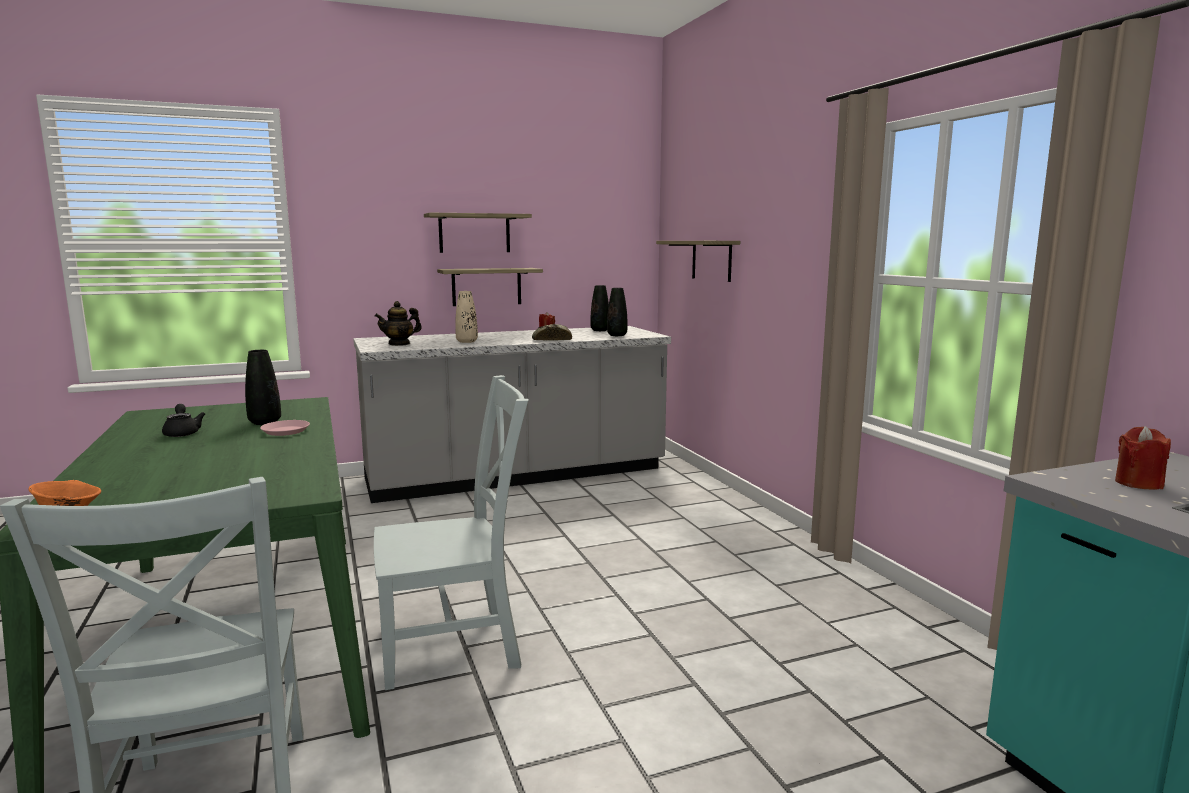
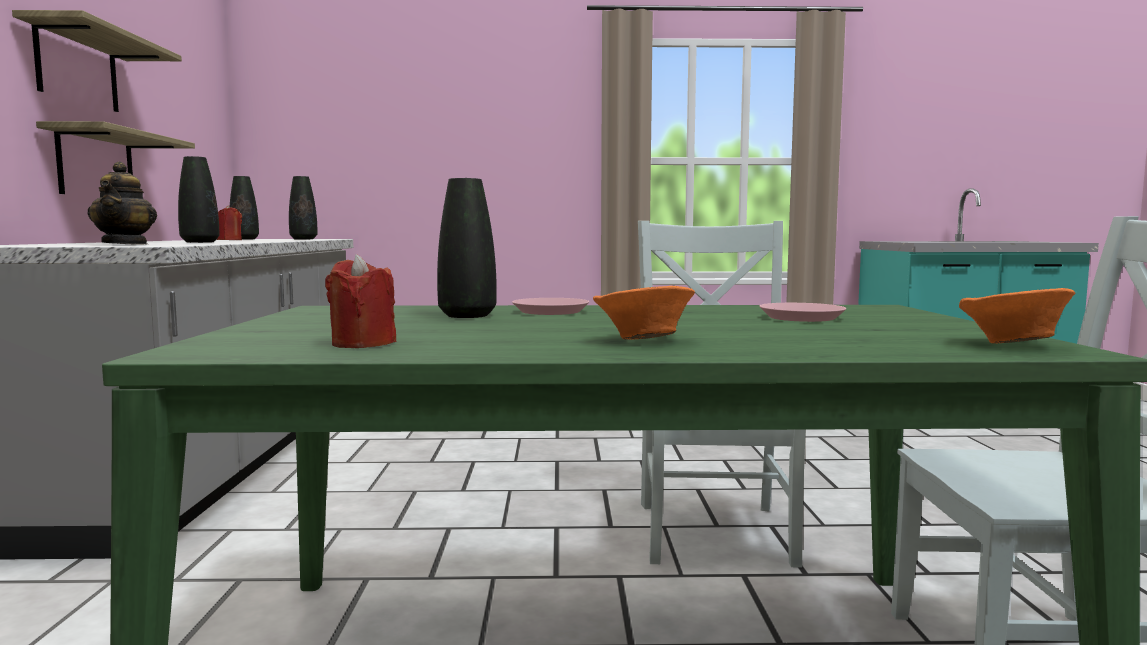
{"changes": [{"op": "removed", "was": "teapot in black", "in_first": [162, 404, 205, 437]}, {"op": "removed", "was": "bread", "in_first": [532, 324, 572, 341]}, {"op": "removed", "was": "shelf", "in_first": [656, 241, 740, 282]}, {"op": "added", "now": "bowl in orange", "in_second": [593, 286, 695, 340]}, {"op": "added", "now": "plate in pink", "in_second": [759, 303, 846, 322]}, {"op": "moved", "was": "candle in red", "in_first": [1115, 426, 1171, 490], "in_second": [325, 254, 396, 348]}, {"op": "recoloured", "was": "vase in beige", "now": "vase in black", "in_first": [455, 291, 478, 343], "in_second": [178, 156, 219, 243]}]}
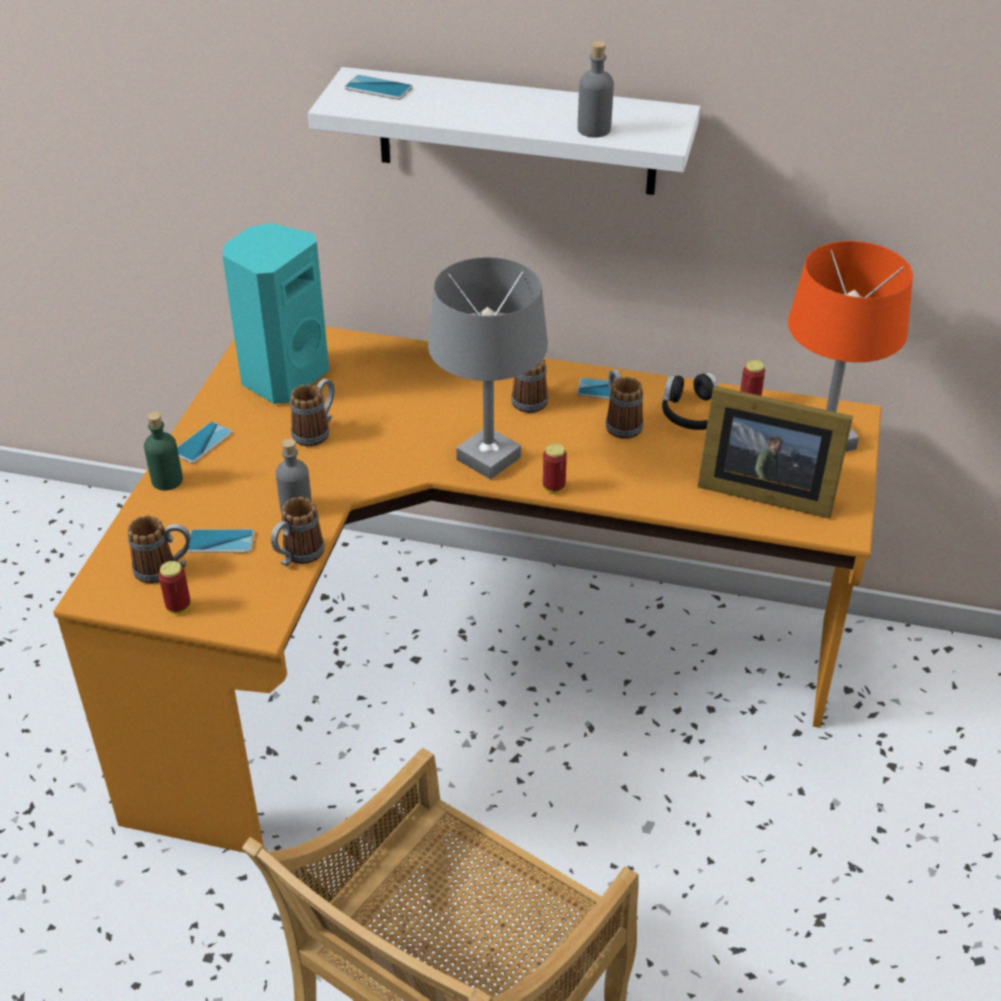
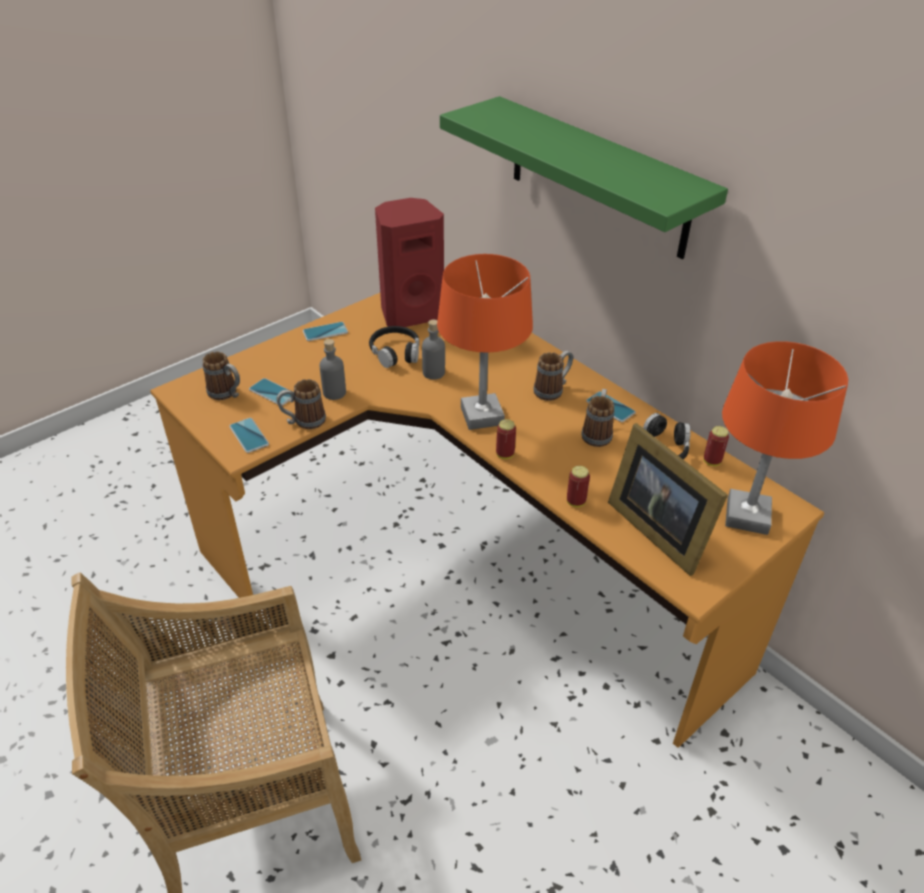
{"changes": [{"op": "removed", "was": "bottle in green", "in_first": [144, 411, 183, 491]}, {"op": "moved", "was": "can", "in_first": [158, 561, 191, 614], "in_second": [567, 466, 590, 507]}, {"op": "moved", "was": "phone", "in_first": [344, 75, 413, 100], "in_second": [229, 418, 269, 453]}, {"op": "moved", "was": "bottle in grey", "in_first": [578, 41, 614, 138], "in_second": [422, 319, 445, 380]}, {"op": "replaced", "was": "mug", "now": "headphones in black", "in_first": [290, 378, 334, 447], "in_second": [369, 326, 419, 368]}, {"op": "recoloured", "was": "speaker in turquoise", "now": "speaker in red", "in_first": [222, 223, 329, 404], "in_second": [375, 198, 444, 327]}, {"op": "recoloured", "was": "shelf in white", "now": "shelf in green", "in_first": [308, 67, 700, 195], "in_second": [440, 96, 728, 259]}, {"op": "recoloured", "was": "table lamp in grey", "now": "table lamp in orange", "in_first": [428, 257, 548, 480], "in_second": [437, 254, 533, 430]}]}
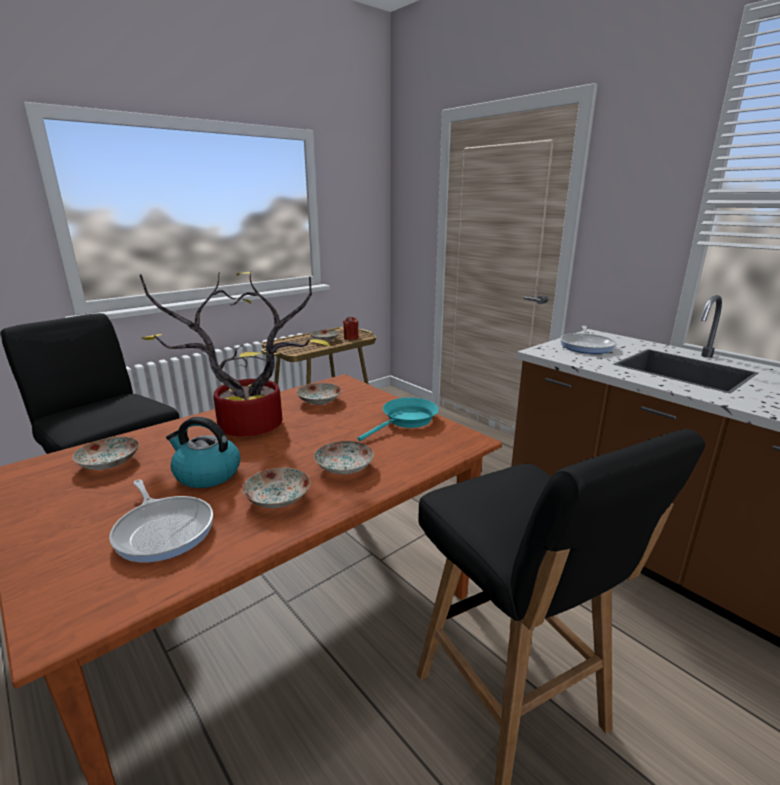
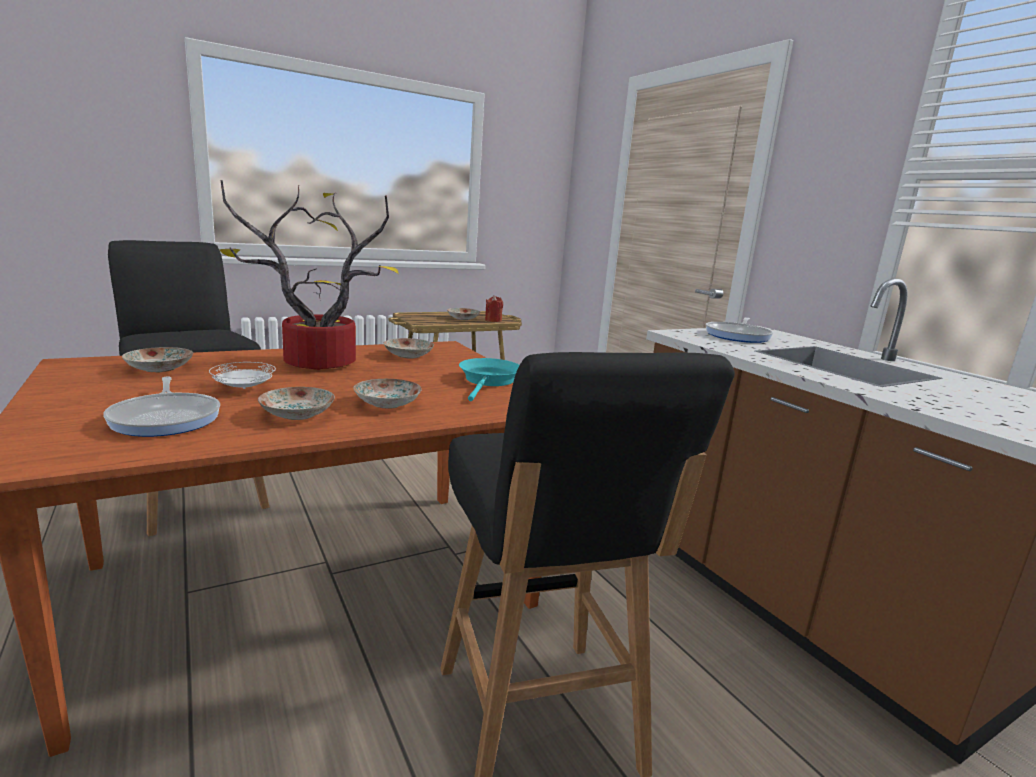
{"changes": [{"op": "replaced", "was": "kettle", "now": "plate in white", "in_first": [166, 417, 240, 488], "in_second": [209, 362, 276, 389]}, {"op": "turned", "was": "frying pan in turquoise", "in_first": [358, 397, 439, 441], "in_second": [459, 358, 519, 401], "clockwise": -45}]}
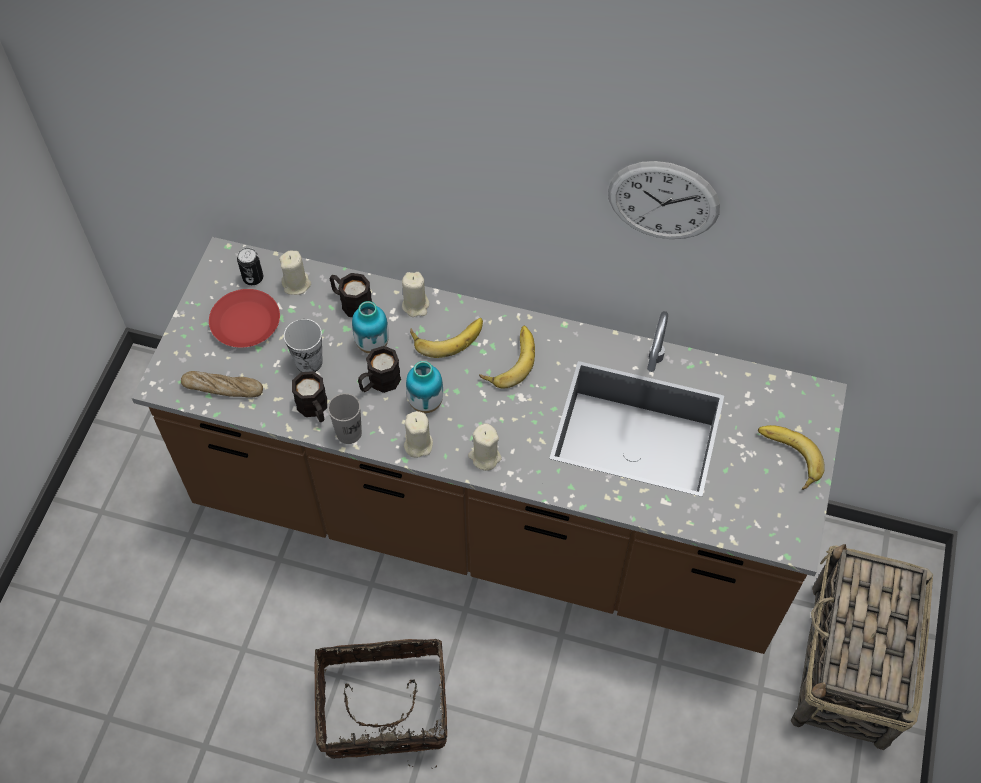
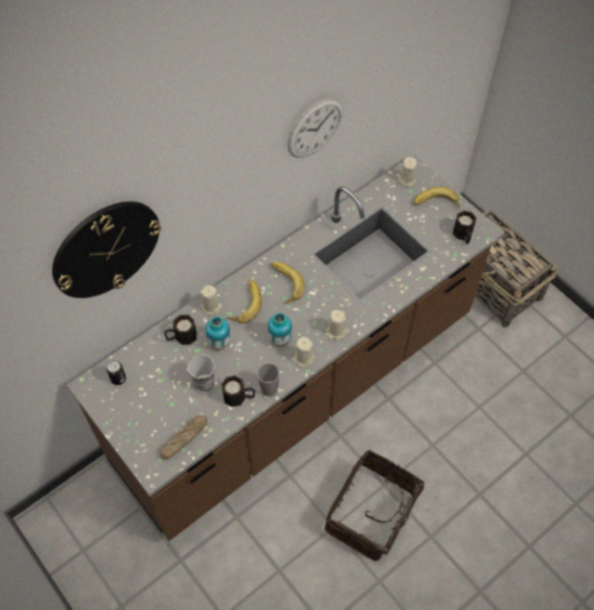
{"changes": [{"op": "removed", "was": "plate in red", "in_first": [209, 289, 280, 348]}, {"op": "added", "now": "wall clock", "in_second": [52, 201, 161, 298]}, {"op": "moved", "was": "candle in beige", "in_first": [279, 250, 311, 295], "in_second": [398, 157, 417, 187]}, {"op": "moved", "was": "mug in black", "in_first": [358, 346, 401, 393], "in_second": [453, 211, 476, 244]}]}
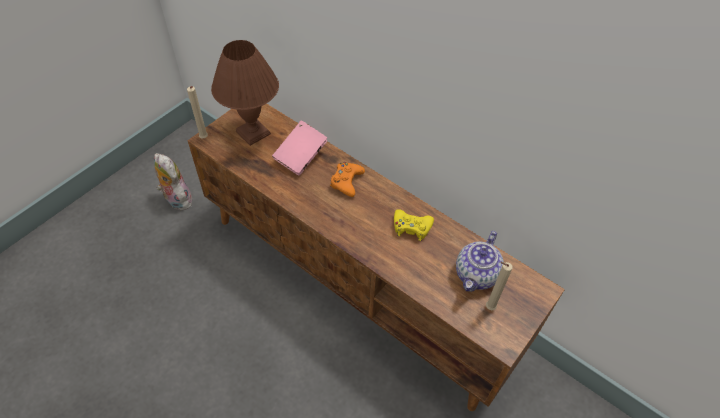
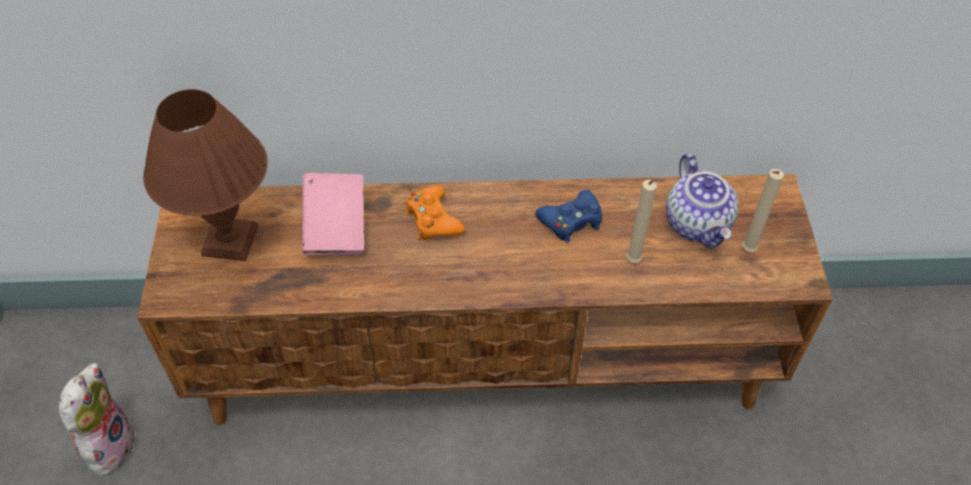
{"changes": [{"op": "moved", "was": "candle in beige", "in_first": [187, 86, 208, 138], "in_second": [626, 178, 666, 263]}, {"op": "recoloured", "was": "game controller in yellow", "now": "game controller in blue", "in_first": [394, 209, 434, 241], "in_second": [535, 190, 602, 243]}, {"op": "turned", "was": "plush toy", "in_first": [154, 153, 194, 211], "in_second": [58, 363, 137, 480], "clockwise": 90}]}
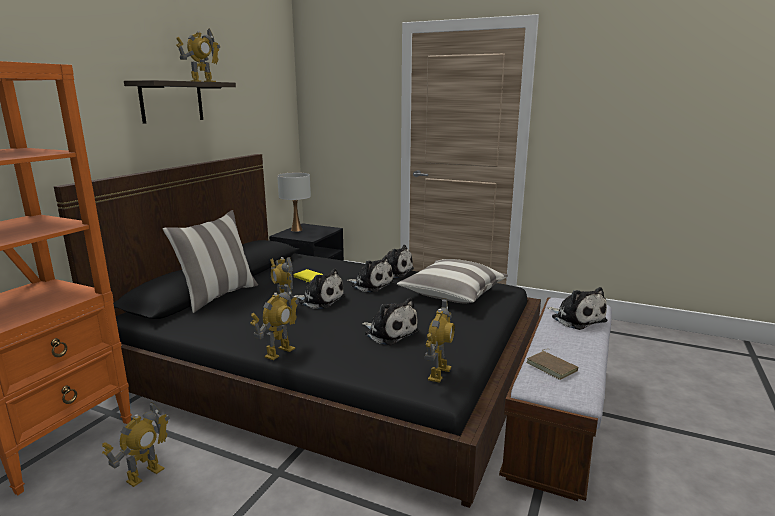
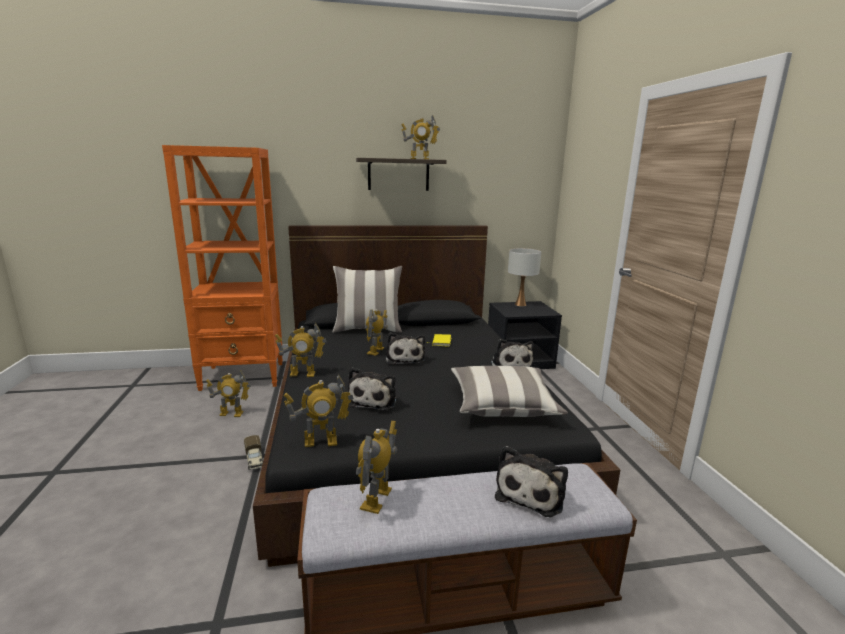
{"changes": [{"op": "removed", "was": "plush toy", "in_first": [347, 256, 394, 293]}, {"op": "added", "now": "toy truck", "in_second": [244, 435, 263, 470]}, {"op": "replaced", "was": "book in brown", "now": "toy robot", "in_first": [526, 349, 579, 380], "in_second": [356, 421, 397, 514]}]}
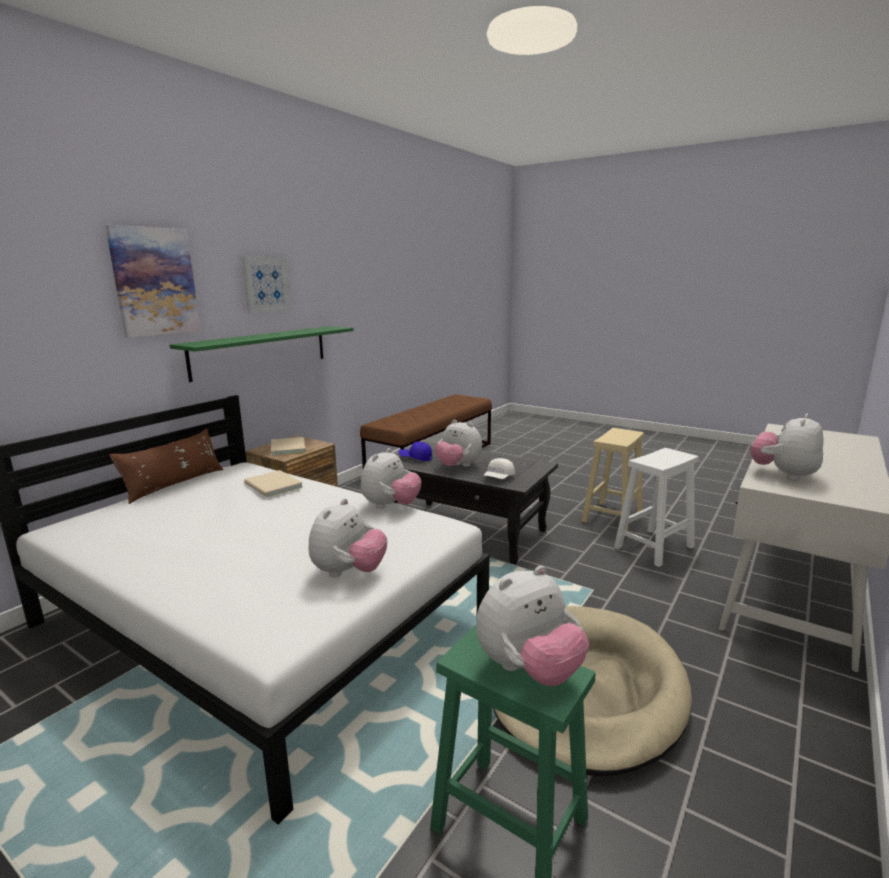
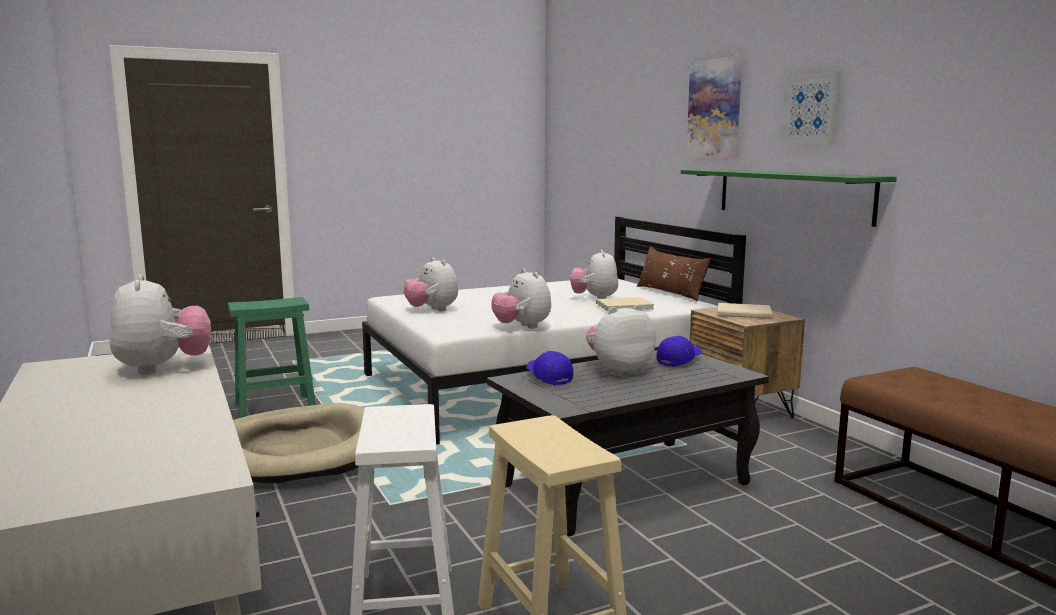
{"changes": [{"op": "moved", "was": "plush toy", "in_first": [476, 566, 589, 686], "in_second": [570, 249, 618, 299]}, {"op": "recoloured", "was": "cap in white", "now": "cap in blue", "in_first": [483, 458, 515, 479], "in_second": [526, 351, 573, 385]}]}
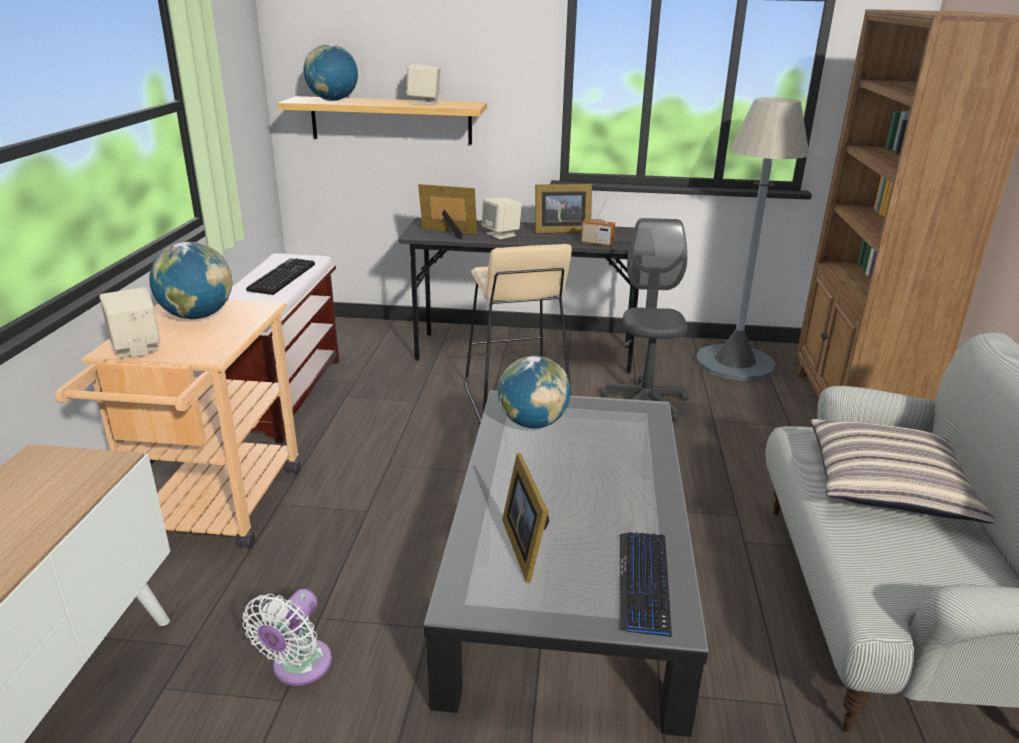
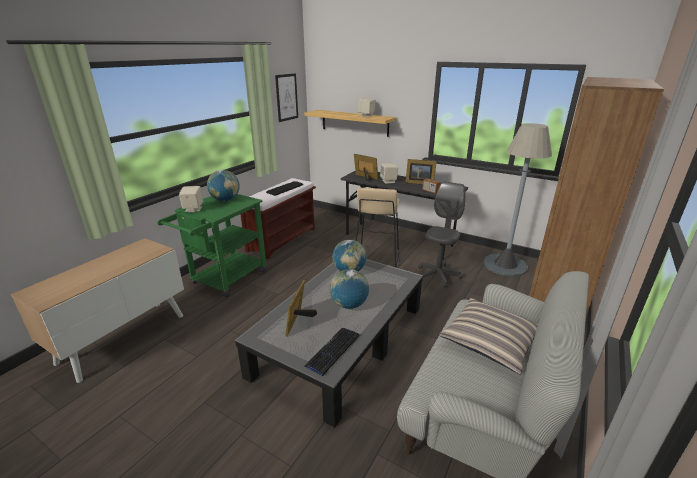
{"changes": [{"op": "removed", "was": "fan in white", "in_first": [243, 589, 332, 686]}, {"op": "added", "now": "picture", "in_second": [275, 73, 298, 122]}, {"op": "moved", "was": "globe", "in_first": [304, 44, 358, 101], "in_second": [330, 269, 369, 309]}, {"op": "recoloured", "was": "cart in beige", "now": "cart in green", "in_first": [55, 300, 301, 548], "in_second": [157, 194, 267, 298]}]}
